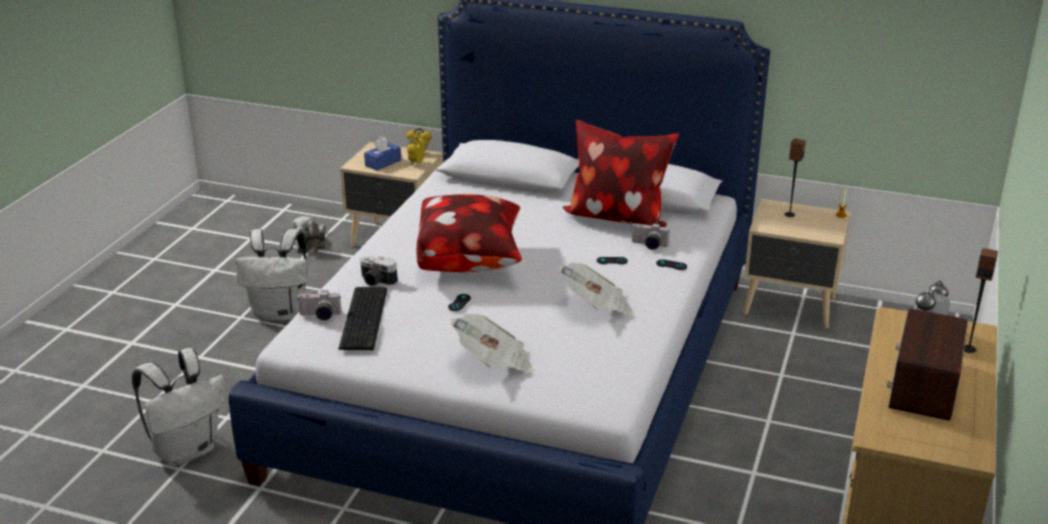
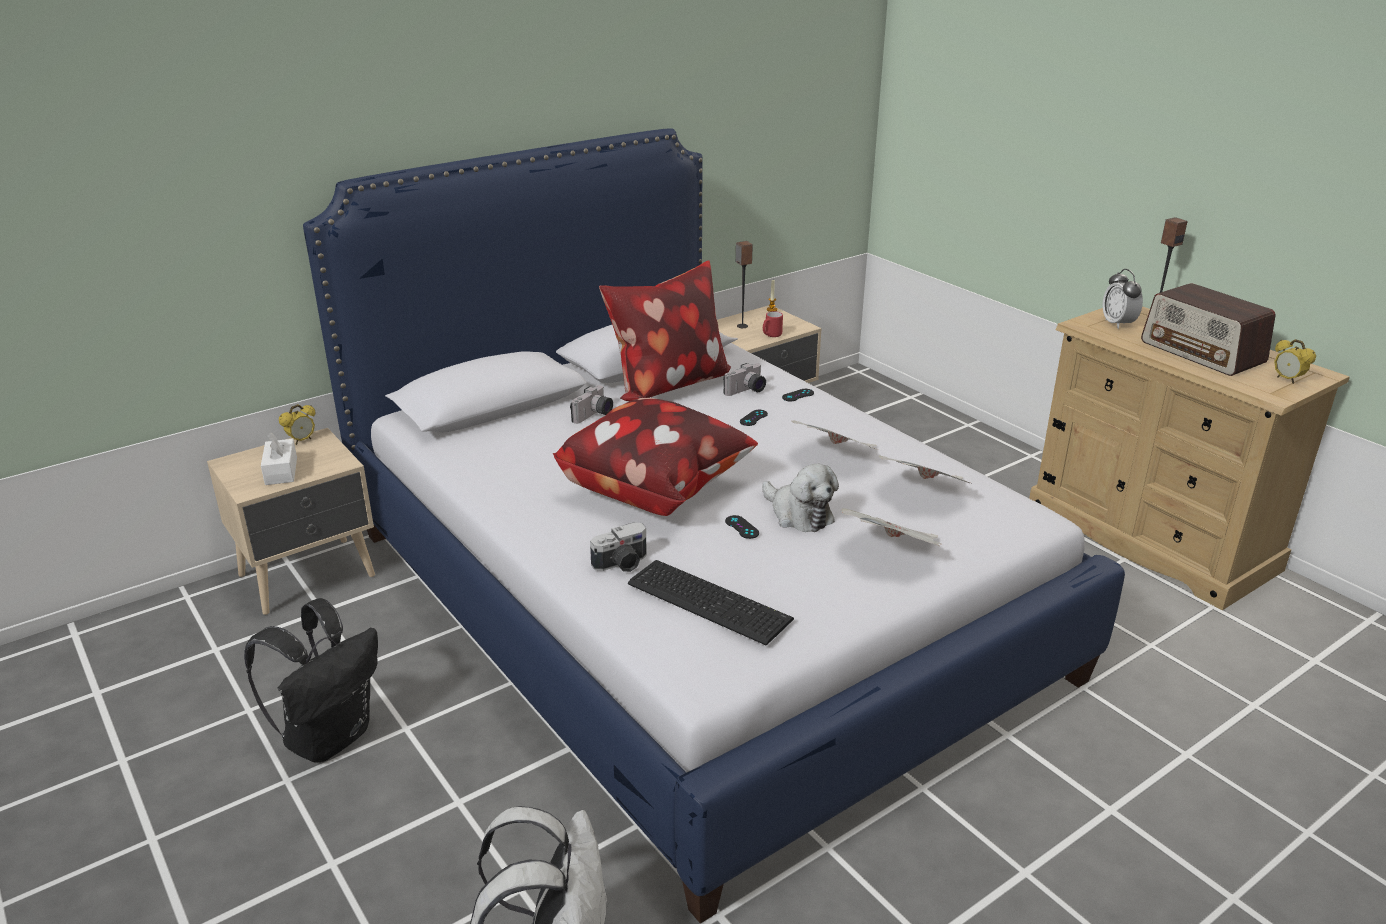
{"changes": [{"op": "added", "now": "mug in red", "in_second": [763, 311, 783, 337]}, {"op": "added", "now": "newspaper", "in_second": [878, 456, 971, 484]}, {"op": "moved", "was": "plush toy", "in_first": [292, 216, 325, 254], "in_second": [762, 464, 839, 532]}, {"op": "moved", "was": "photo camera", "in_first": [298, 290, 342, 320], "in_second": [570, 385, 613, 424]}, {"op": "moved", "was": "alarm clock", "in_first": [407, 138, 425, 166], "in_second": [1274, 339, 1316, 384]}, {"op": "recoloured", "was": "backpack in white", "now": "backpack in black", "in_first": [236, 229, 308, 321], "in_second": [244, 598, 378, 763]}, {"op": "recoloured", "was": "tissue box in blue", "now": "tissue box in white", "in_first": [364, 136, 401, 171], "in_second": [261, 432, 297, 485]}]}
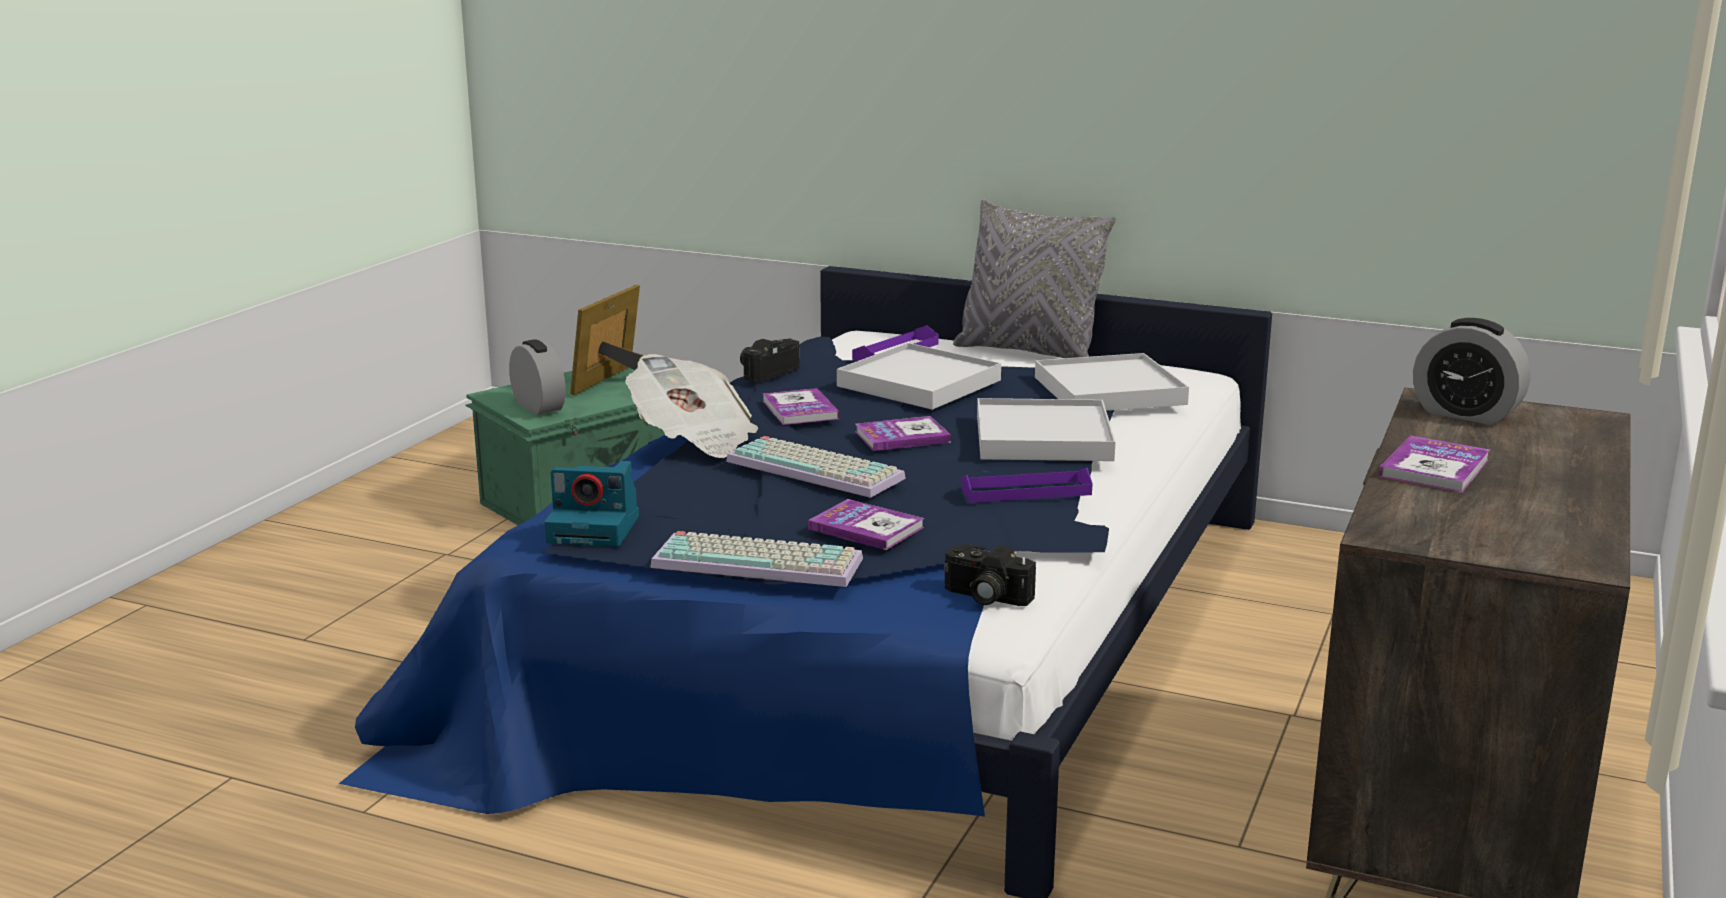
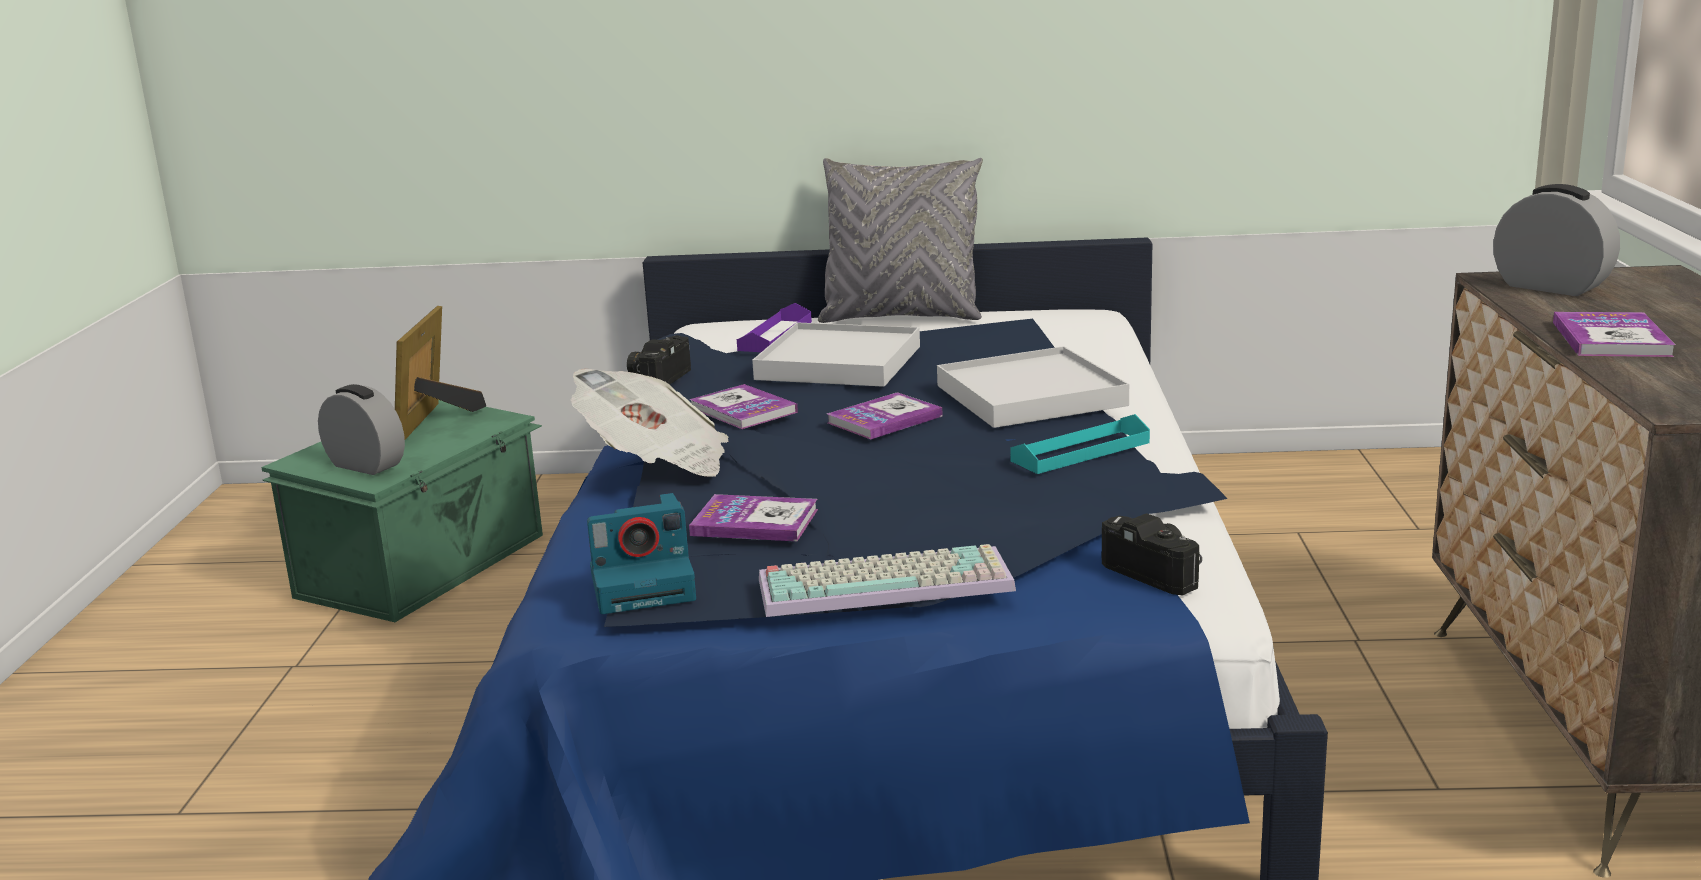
{"changes": [{"op": "removed", "was": "keyboard", "in_first": [726, 436, 906, 498]}, {"op": "removed", "was": "tray in white", "in_first": [1035, 353, 1189, 411]}, {"op": "moved", "was": "book", "in_first": [808, 499, 924, 550], "in_second": [689, 494, 818, 541]}, {"op": "recoloured", "was": "tray in purple", "now": "tray in turquoise", "in_first": [961, 468, 1093, 503], "in_second": [1010, 414, 1150, 474]}, {"op": "turned", "was": "photo camera", "in_first": [944, 544, 1036, 606], "in_second": [1101, 513, 1202, 596], "clockwise": -135}, {"op": "turned", "was": "alarm clock", "in_first": [1413, 318, 1530, 425], "in_second": [1493, 184, 1620, 296], "clockwise": -150}]}
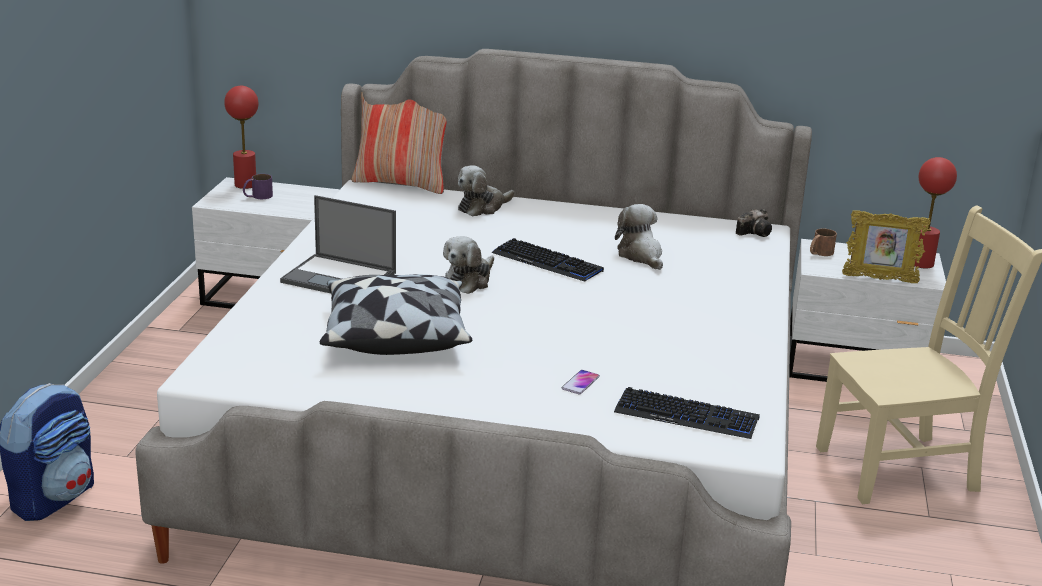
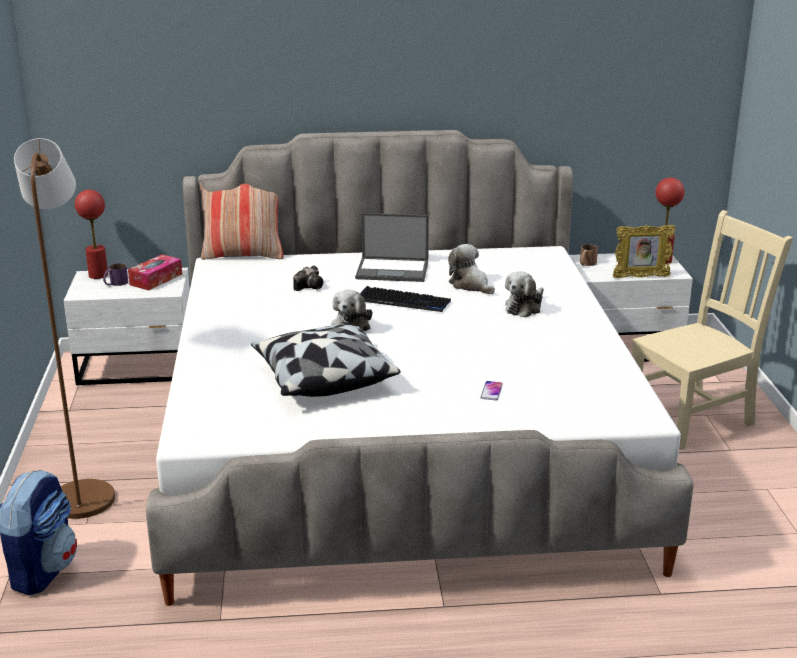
{"changes": [{"op": "removed", "was": "keyboard", "in_first": [614, 387, 760, 439]}, {"op": "added", "now": "floor lamp in brown", "in_second": [14, 138, 115, 519]}, {"op": "added", "now": "tissue box", "in_second": [128, 254, 182, 290]}, {"op": "moved", "was": "laptop", "in_first": [280, 195, 396, 293], "in_second": [355, 213, 429, 282]}, {"op": "moved", "was": "plush toy", "in_first": [458, 165, 515, 216], "in_second": [505, 271, 544, 318]}, {"op": "moved", "was": "photo camera", "in_first": [736, 209, 772, 237], "in_second": [293, 266, 323, 291]}]}
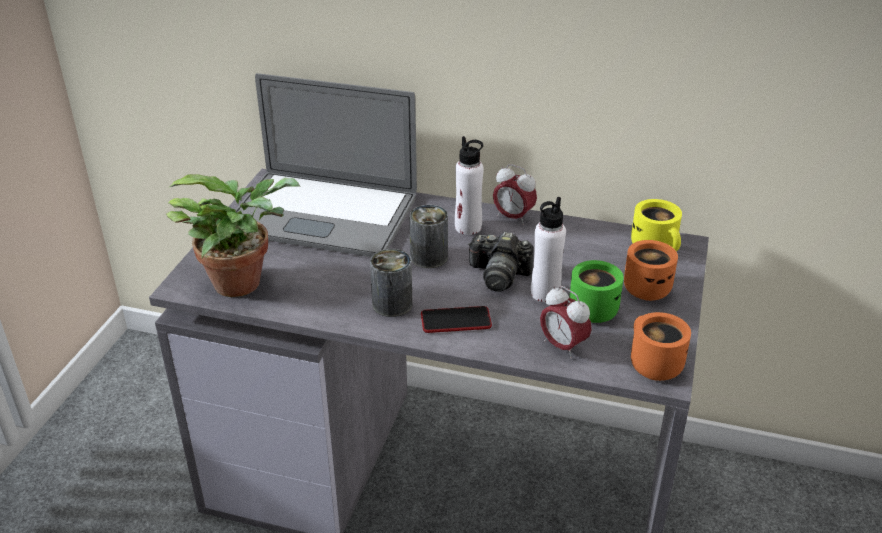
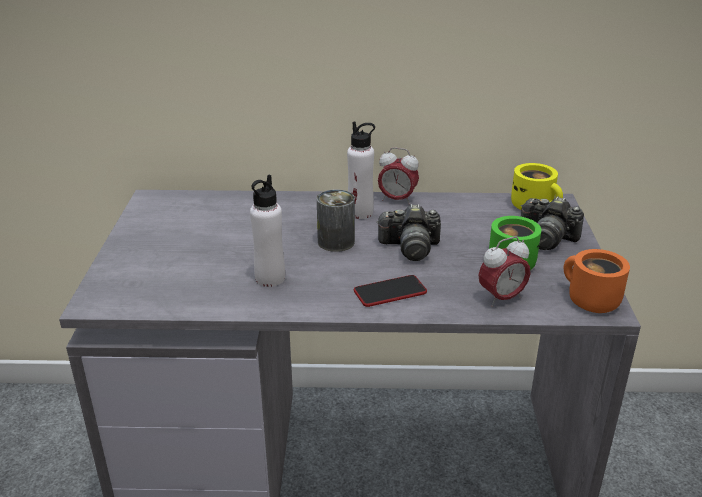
{"changes": [{"op": "removed", "was": "potted plant", "in_first": [166, 174, 301, 297]}, {"op": "removed", "was": "laptop", "in_first": [236, 73, 417, 257]}, {"op": "removed", "was": "can", "in_first": [370, 249, 412, 317]}, {"op": "moved", "was": "bottle in white", "in_first": [531, 197, 566, 303], "in_second": [250, 175, 285, 287]}, {"op": "replaced", "was": "mug in orange", "now": "photo camera", "in_first": [624, 240, 678, 301], "in_second": [521, 196, 584, 250]}, {"op": "turned", "was": "alarm clock", "in_first": [540, 286, 592, 359], "in_second": [479, 236, 530, 307], "clockwise": -60}]}
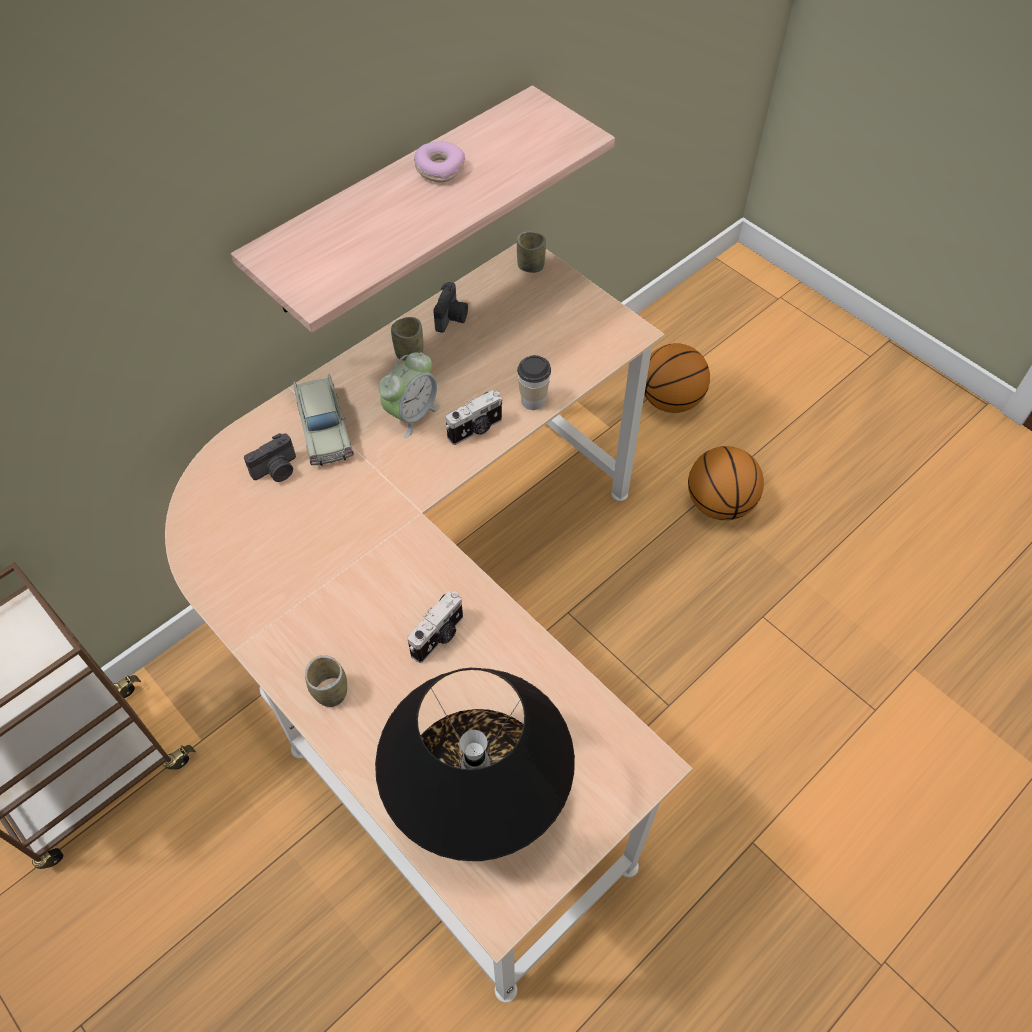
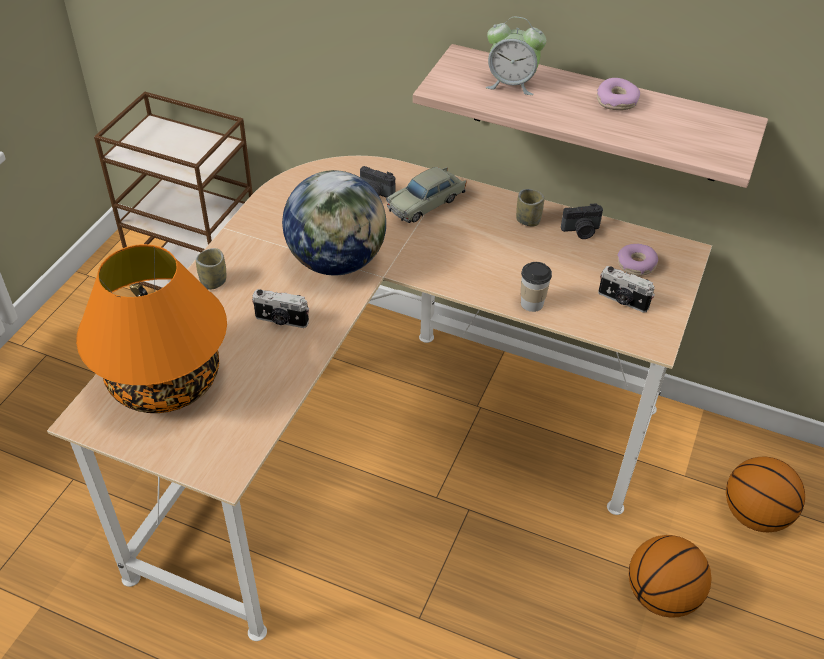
{"changes": [{"op": "removed", "was": "cup", "in_first": [517, 232, 546, 273]}, {"op": "added", "now": "globe", "in_second": [282, 170, 386, 276]}, {"op": "added", "now": "donut", "in_second": [617, 244, 658, 276]}, {"op": "moved", "was": "alarm clock", "in_first": [378, 352, 440, 438], "in_second": [486, 17, 546, 95]}, {"op": "moved", "was": "photo camera", "in_first": [446, 390, 502, 445], "in_second": [598, 266, 655, 313]}, {"op": "recoloured", "was": "table lamp in black", "now": "table lamp in orange", "in_first": [375, 668, 575, 861], "in_second": [76, 244, 227, 413]}]}
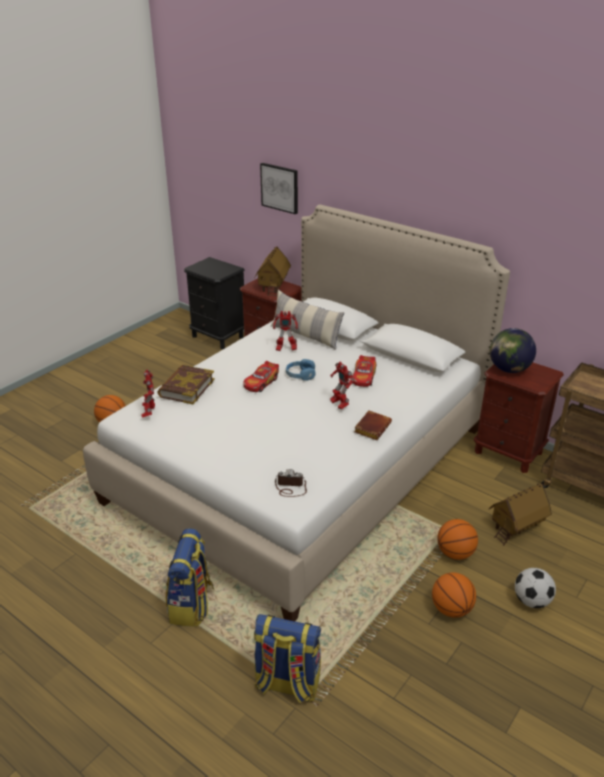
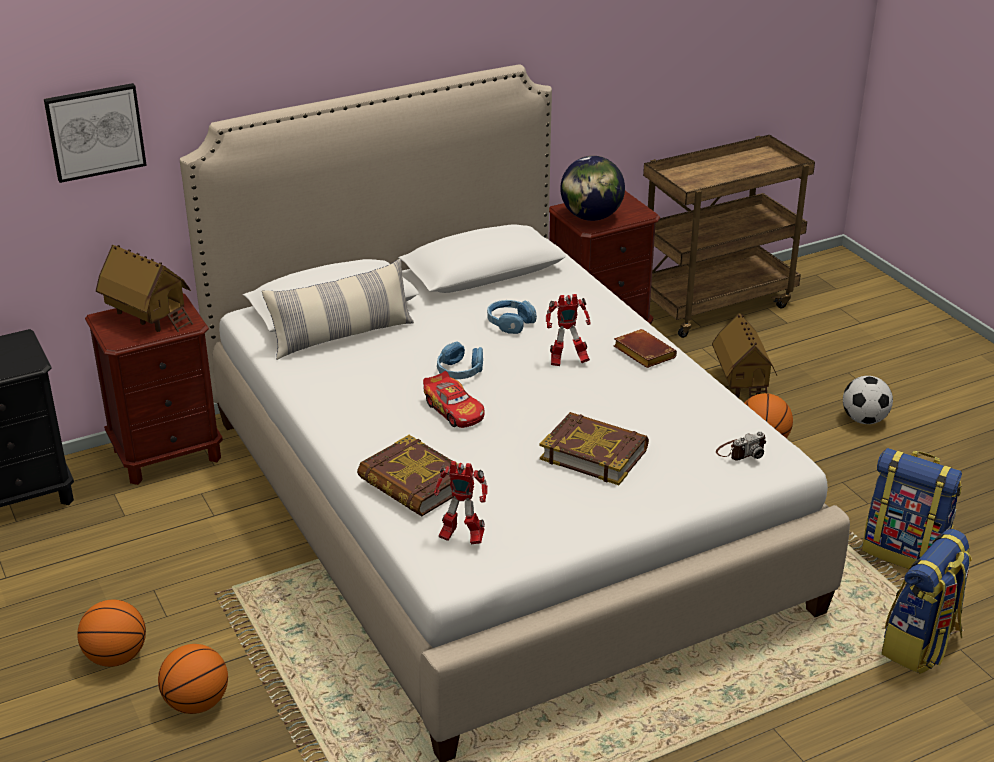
{"changes": [{"op": "removed", "was": "toy robot", "in_first": [273, 311, 298, 351]}, {"op": "added", "now": "book", "in_second": [540, 412, 649, 485]}, {"op": "moved", "was": "backpack", "in_first": [166, 528, 214, 627], "in_second": [862, 448, 962, 569]}, {"op": "moved", "was": "basketball", "in_first": [432, 573, 476, 618], "in_second": [77, 600, 146, 667]}, {"op": "replaced", "was": "toy car", "now": "headphones in blue", "in_first": [353, 355, 376, 387], "in_second": [487, 300, 537, 334]}, {"op": "turned", "was": "photo camera", "in_first": [275, 469, 307, 497], "in_second": [716, 431, 766, 461], "clockwise": -150}]}
